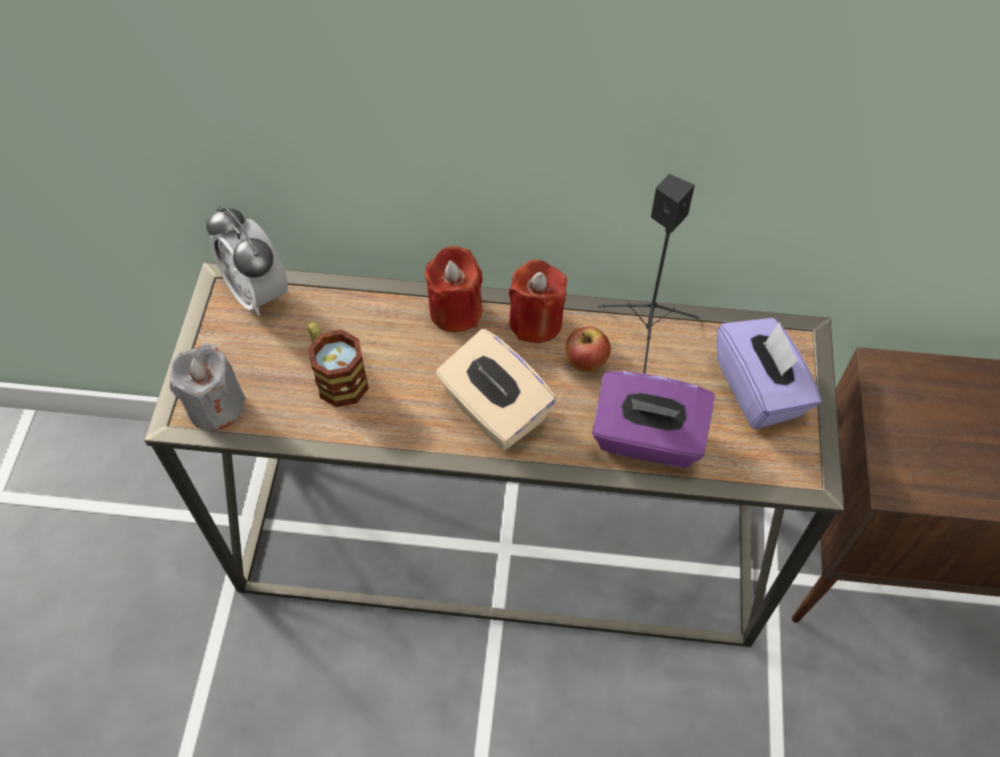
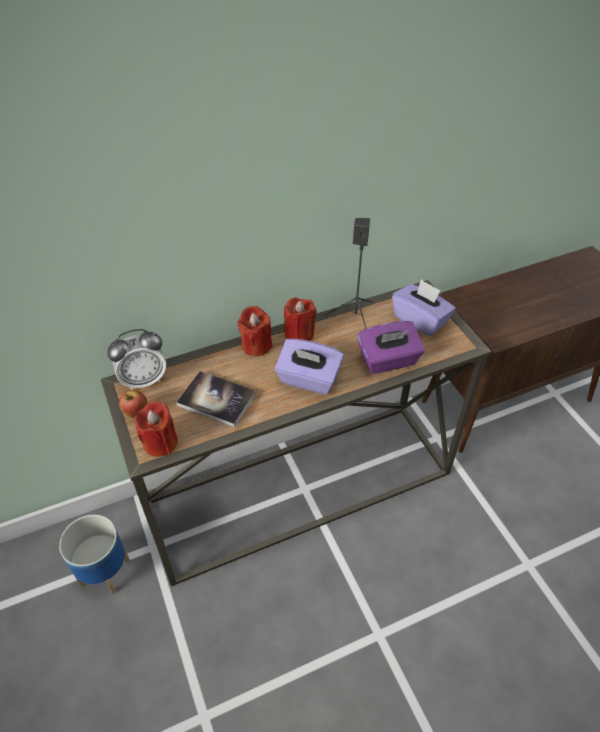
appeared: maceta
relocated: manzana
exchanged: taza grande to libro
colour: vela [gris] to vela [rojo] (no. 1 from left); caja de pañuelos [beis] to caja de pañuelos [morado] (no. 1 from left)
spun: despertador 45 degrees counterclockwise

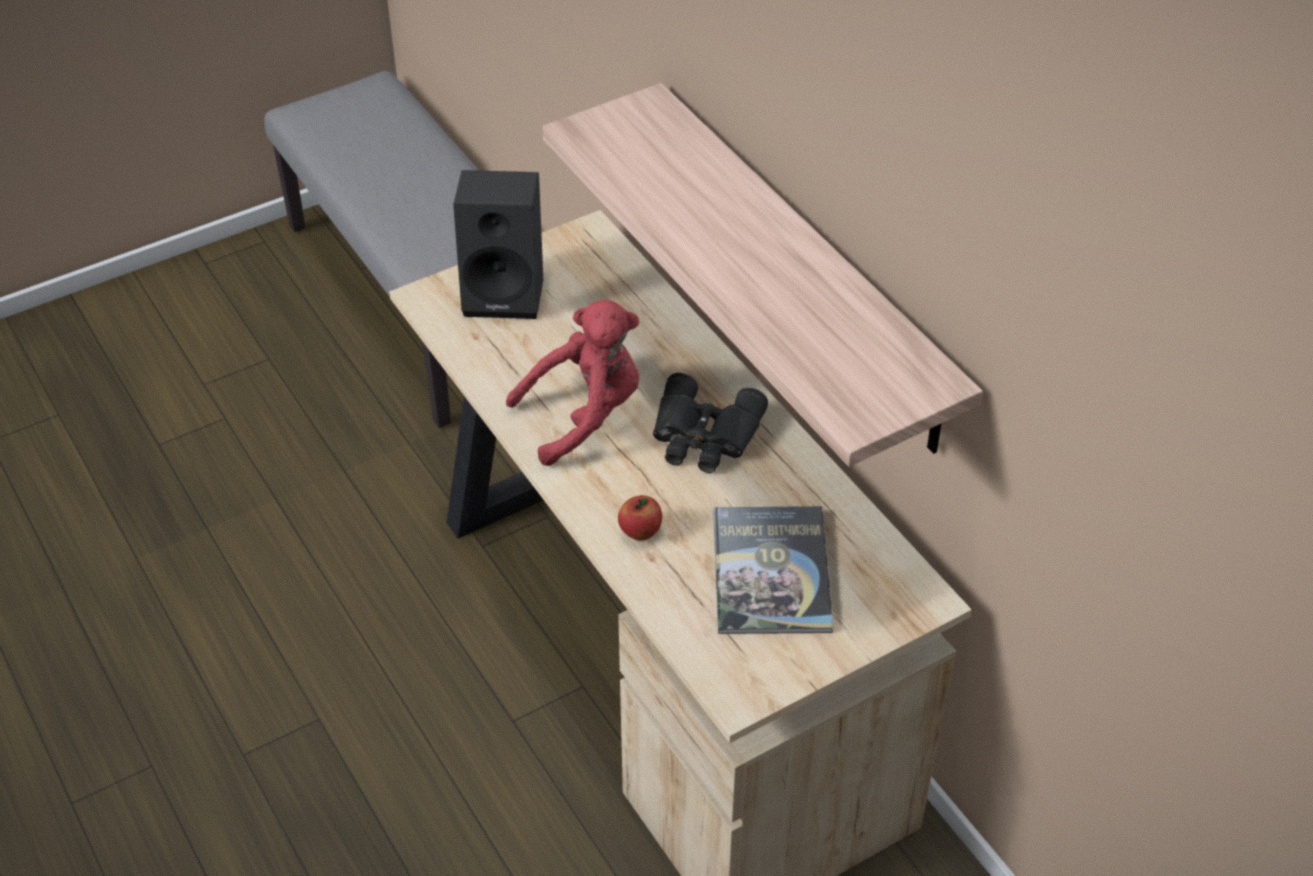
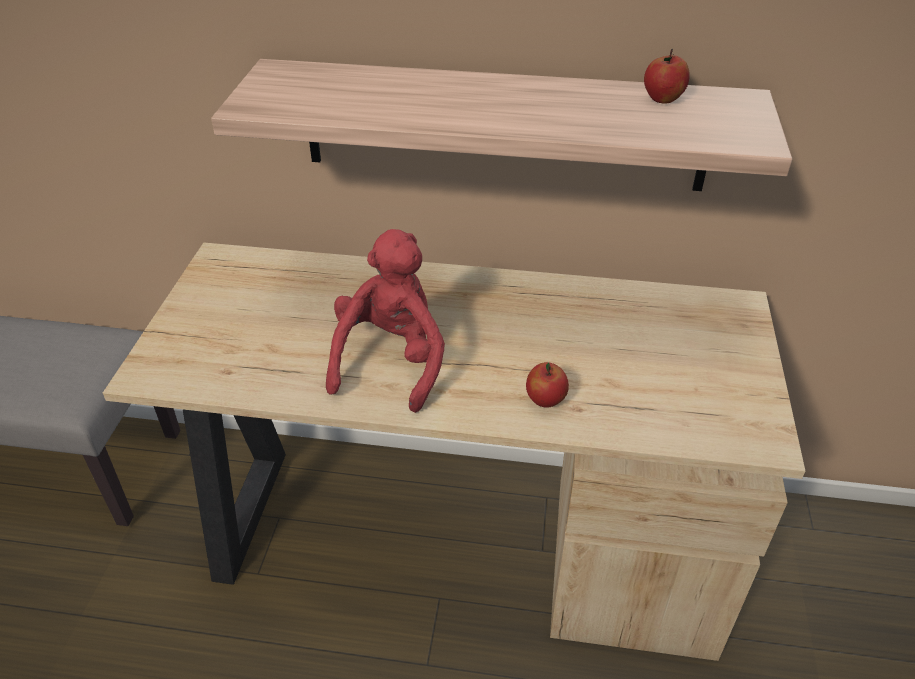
missing: altavoz [negro]; prismáticos [negro]; libro
appeared: manzana (no. 2 from left)

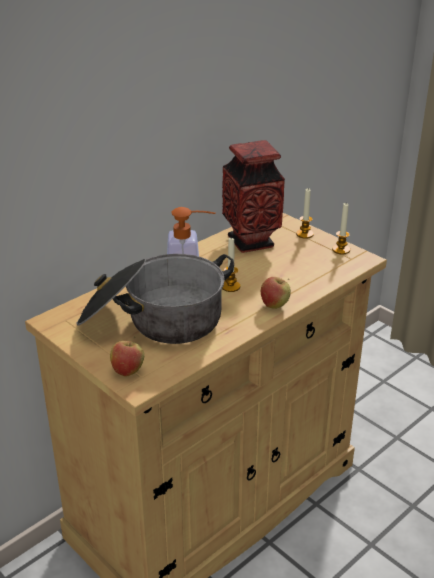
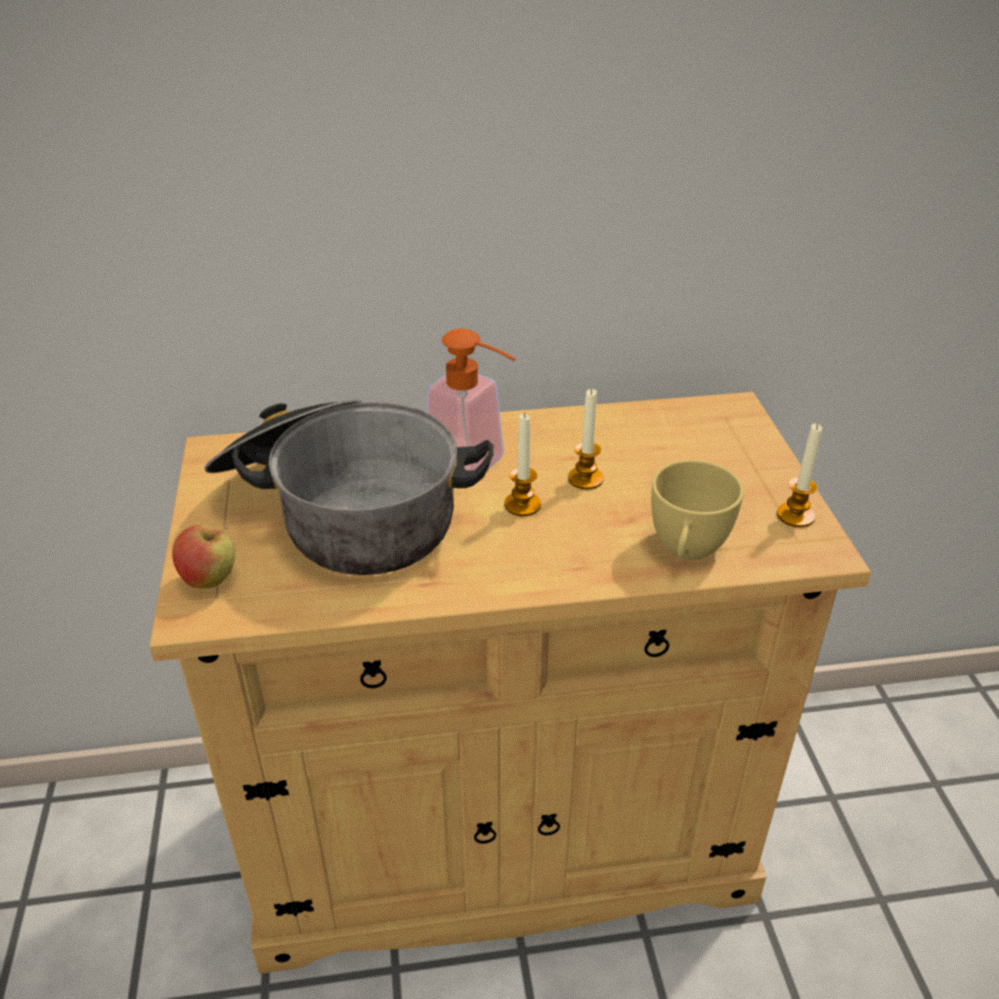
missing: florero; manzana (no. 2 from left)
appeared: taza [amarillo]
relocated: vela (no. 2 from left)

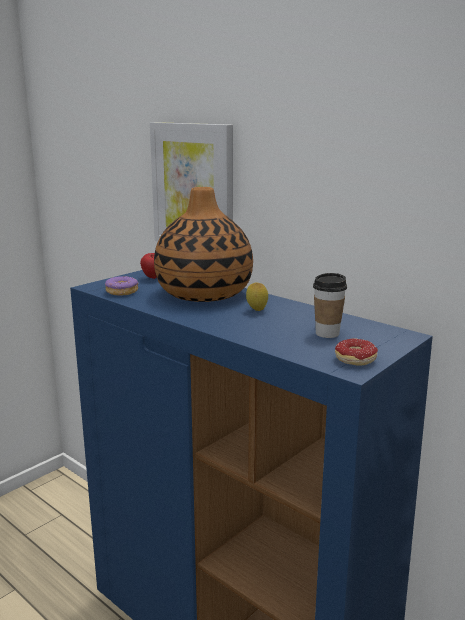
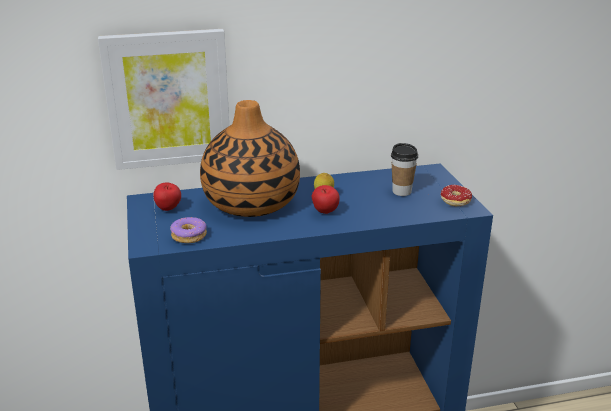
appeared: manzana (no. 2 from left)

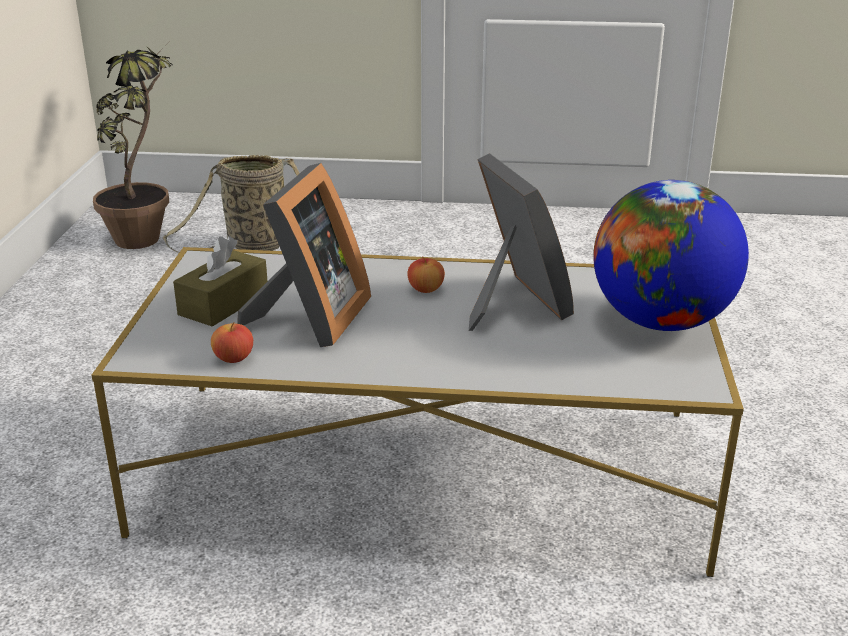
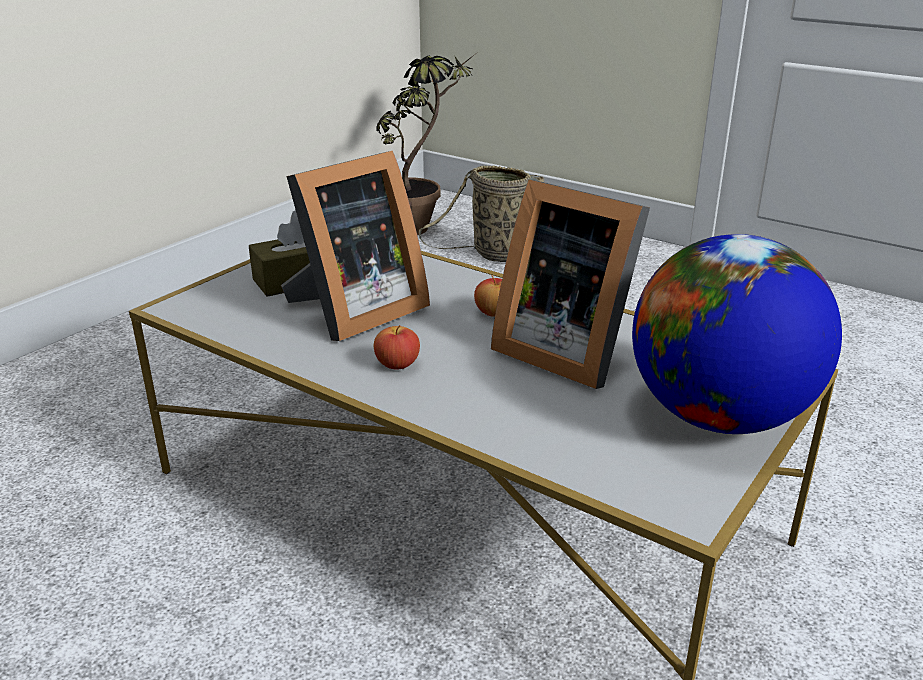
relocated: manzana (no. 1 from left)
spun: portarretratos (no. 2 from left) 120 degrees clockwise

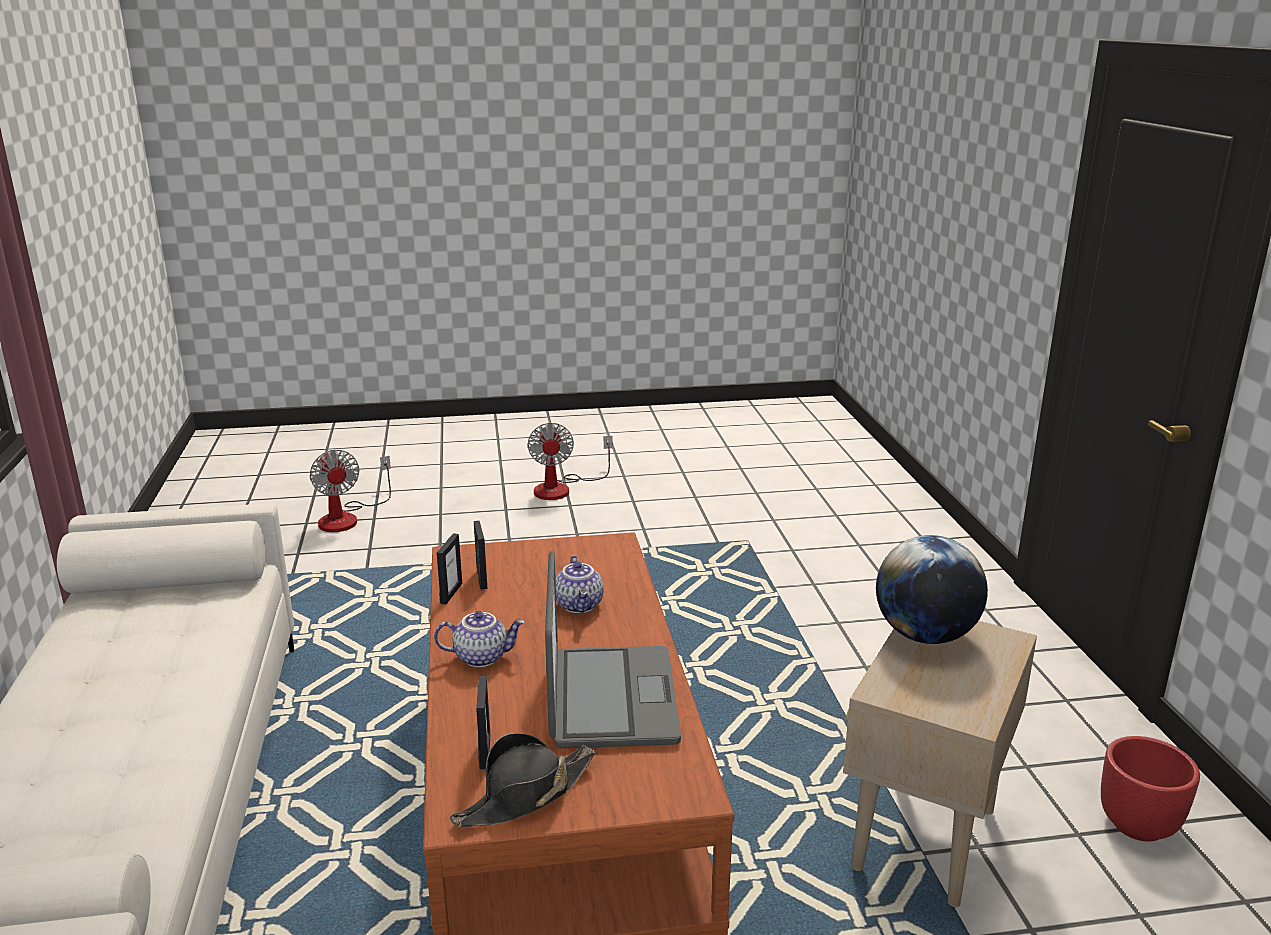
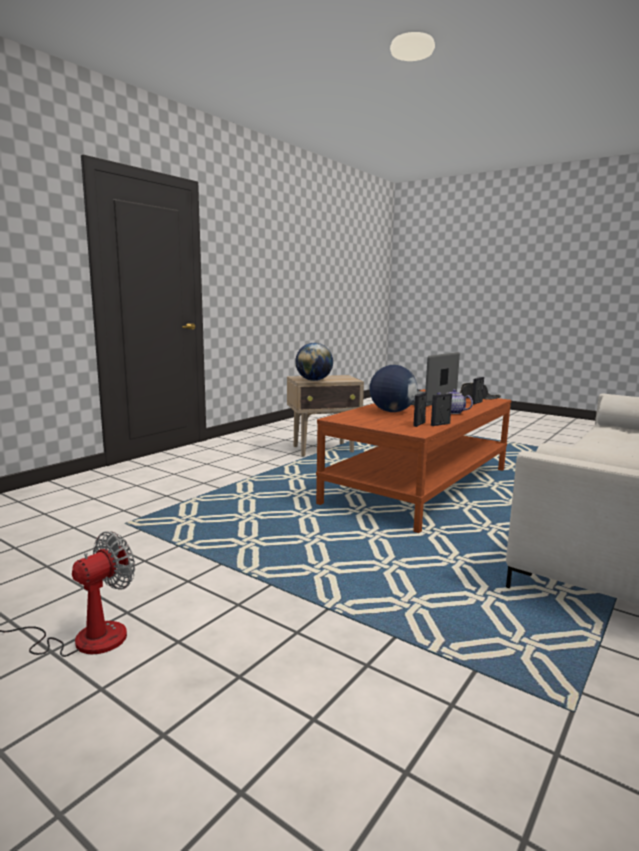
missing: ventilador (no. 1 from left); maceta [rojo]
exchanged: tetera (no. 2 from left) to globo terráqueo (no. 2 from left)

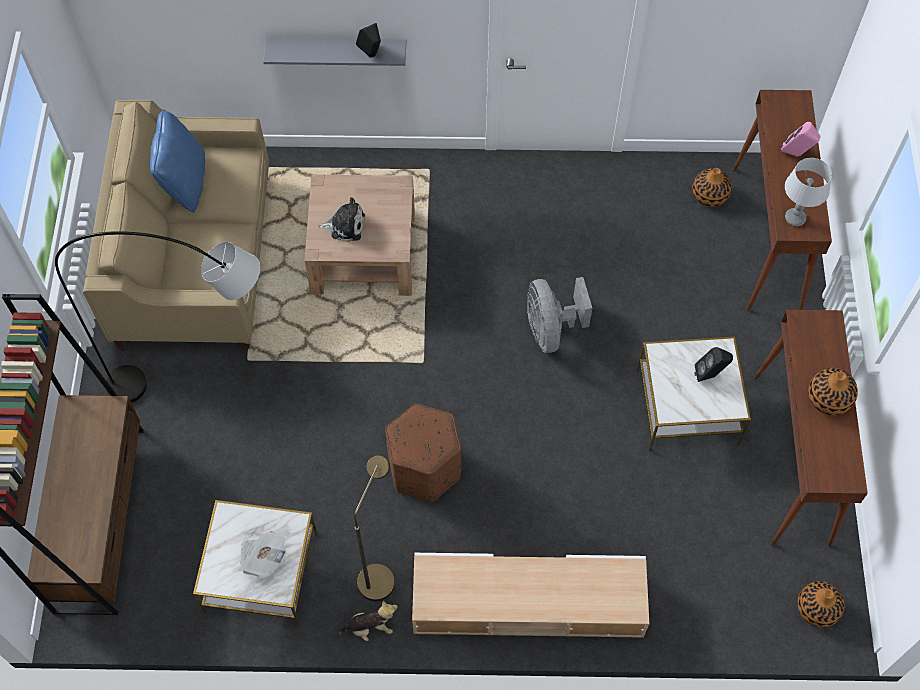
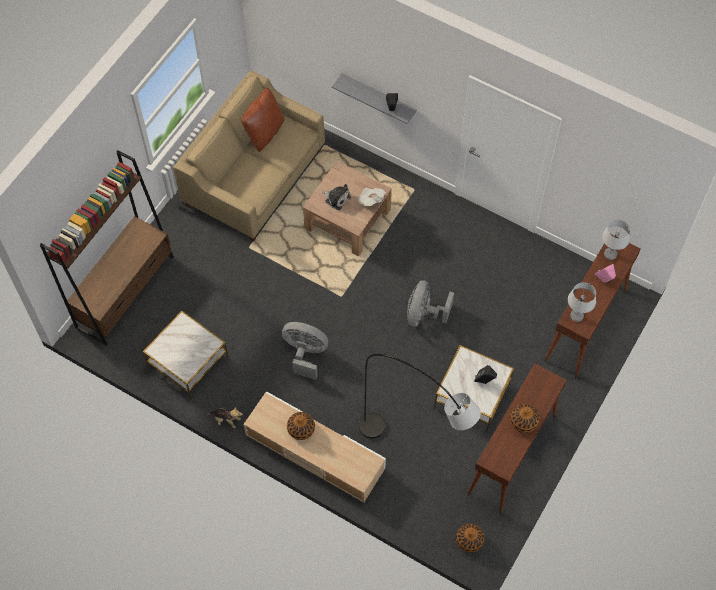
missing: lámpara de pie [marrón]
appeared: lámpara de mesa [gris] (no. 2 from left)
relocated: florero (no. 1 from left); periódico; lámpara de pie [gris]
exchanged: puf [marrón] to ventilador [gris] (no. 1 from left)
colour: cojín [azul] to cojín [marrón]

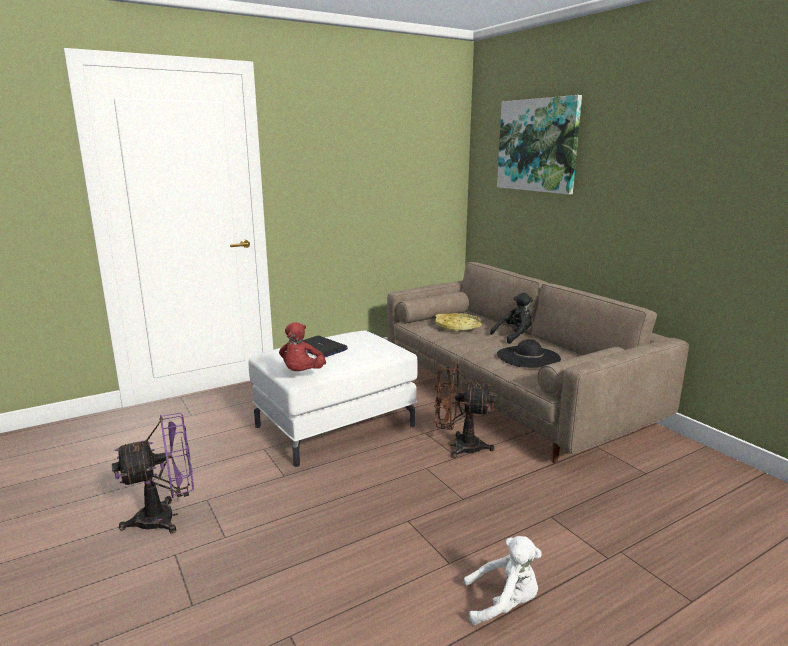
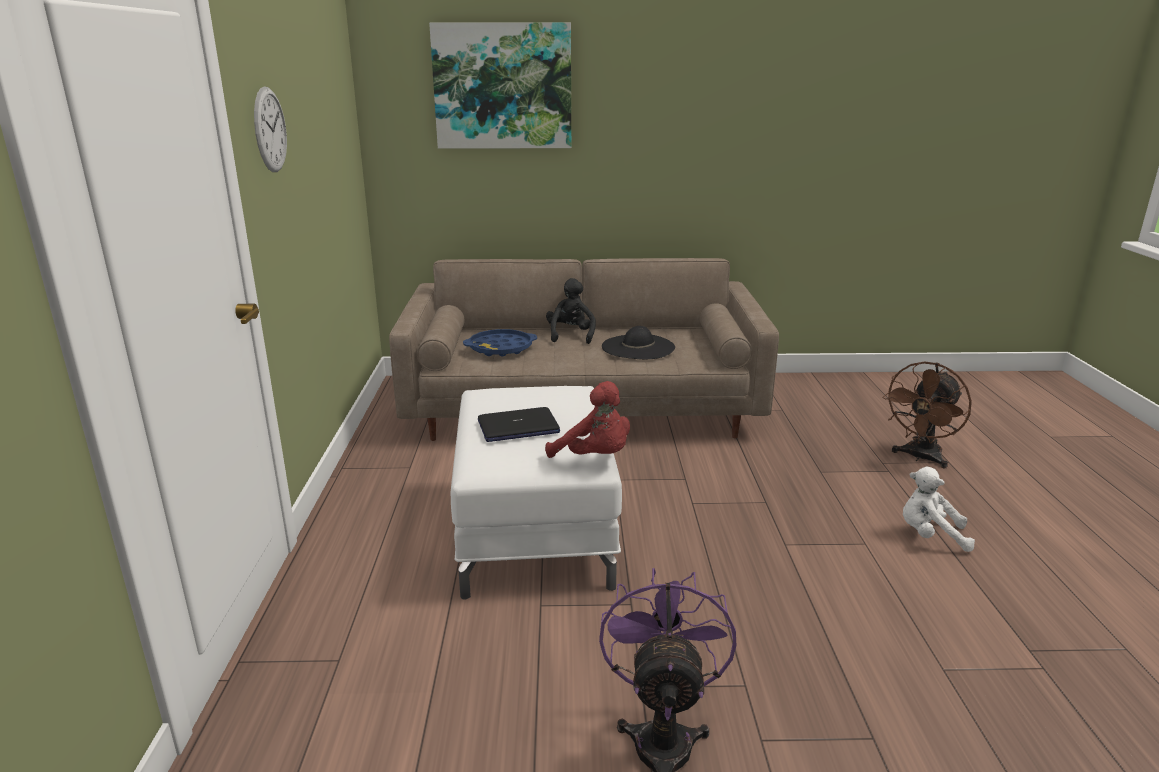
appeared: reloj de pared
relocated: ventilador [marrón]
colour: bandeja [amarillo] to bandeja [azul]
spun: peluche [blanco] 105 degrees counterclockwise

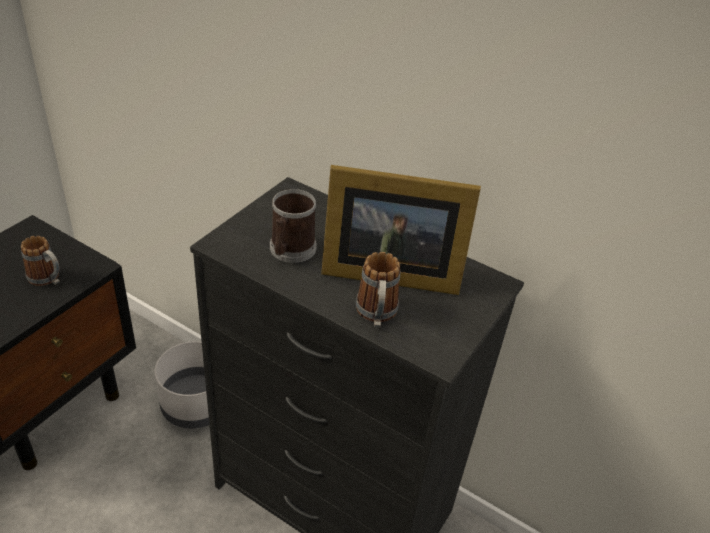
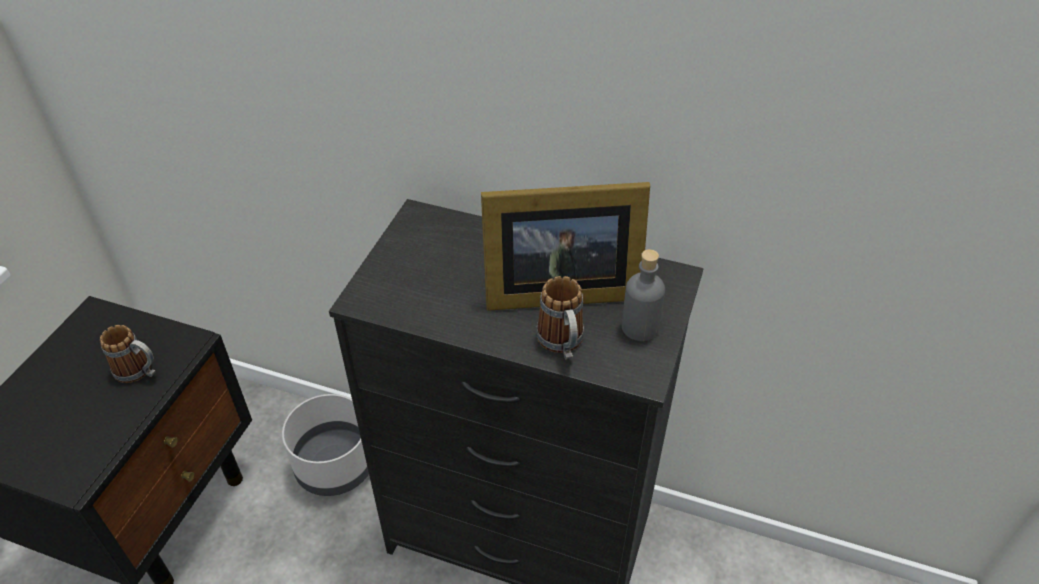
missing: taza grande (no. 2 from left)
appeared: botella [gris]

